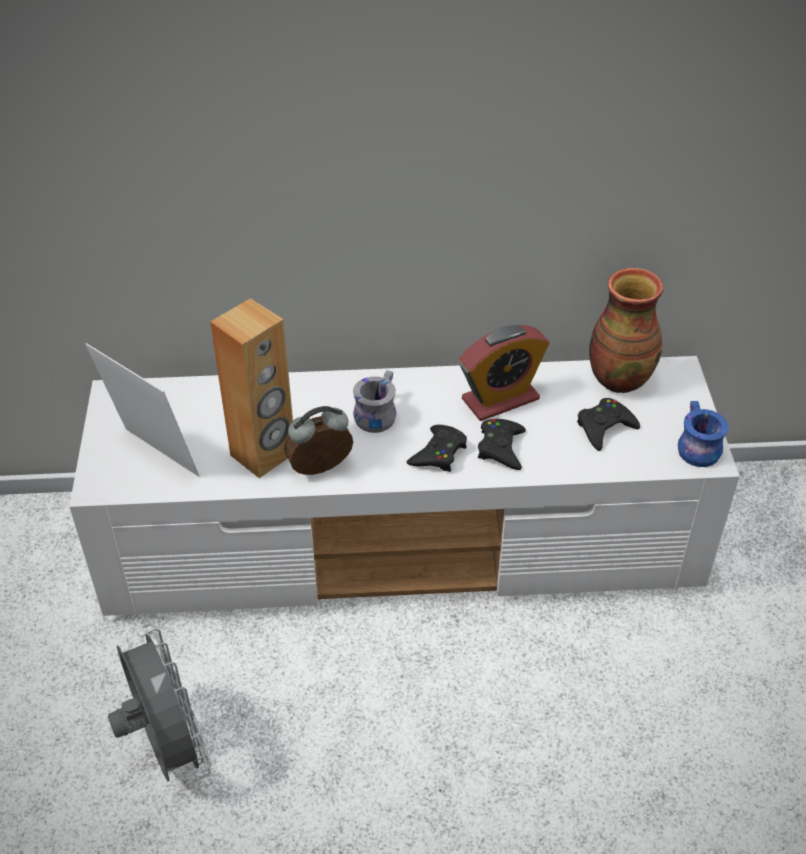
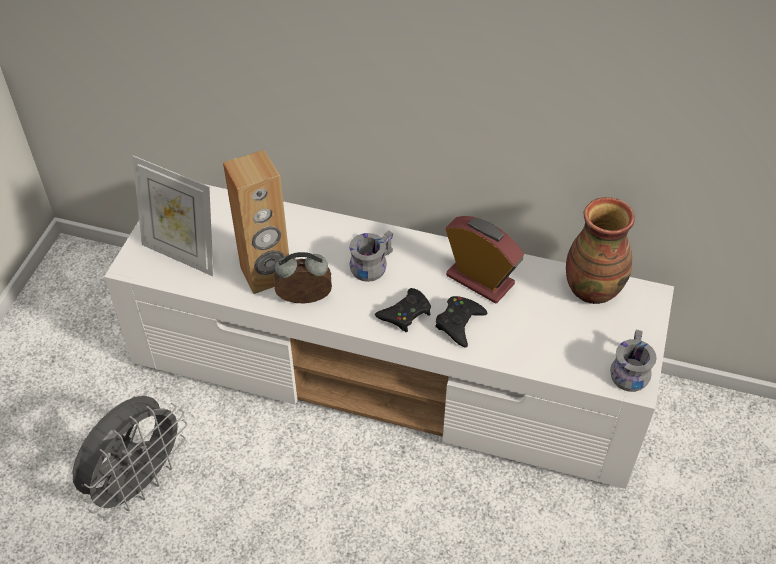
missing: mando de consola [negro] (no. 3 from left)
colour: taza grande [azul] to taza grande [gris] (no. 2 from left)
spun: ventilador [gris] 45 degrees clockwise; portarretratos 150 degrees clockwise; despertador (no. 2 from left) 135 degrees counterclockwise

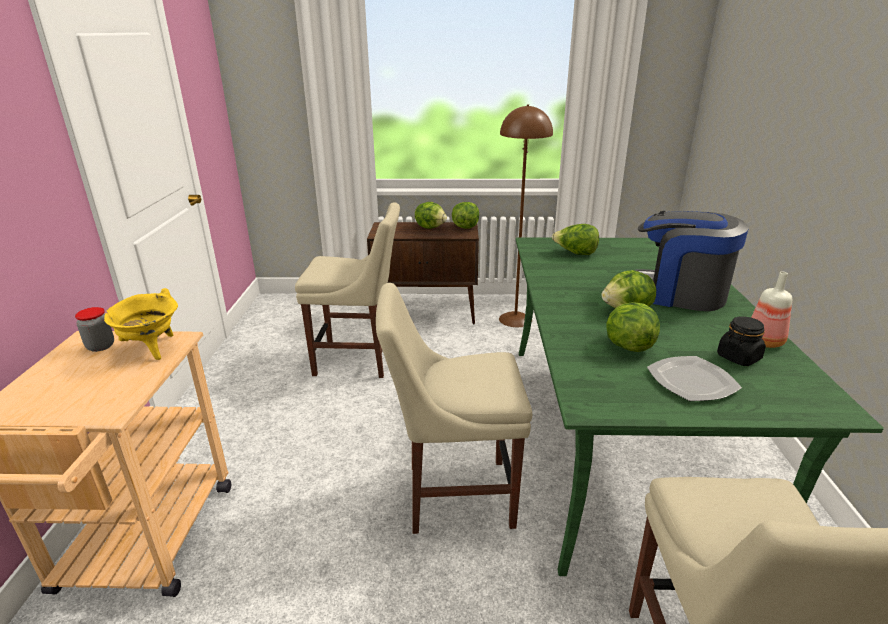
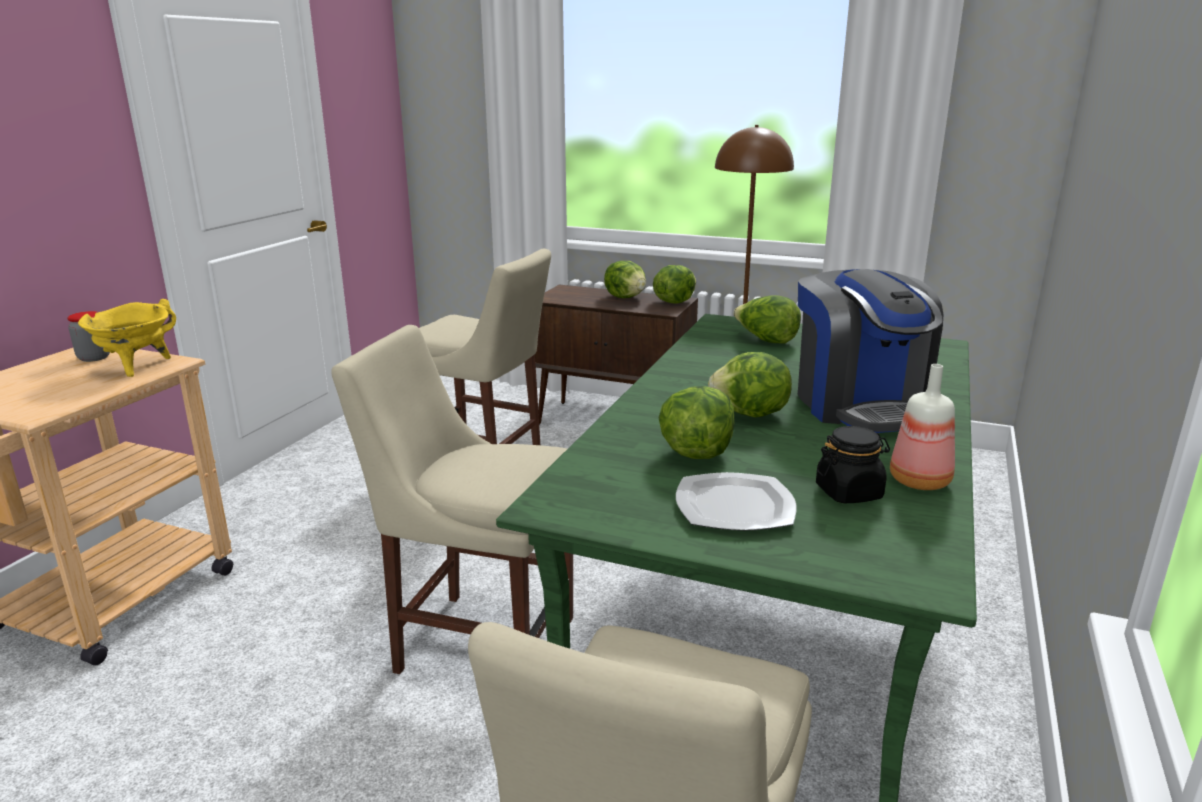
spun: cafetera 150 degrees counterclockwise

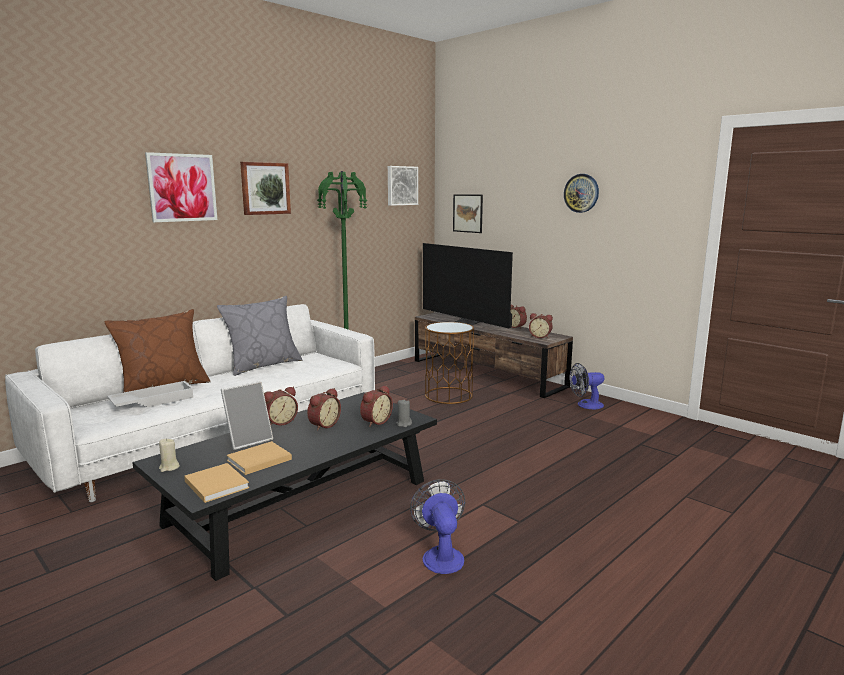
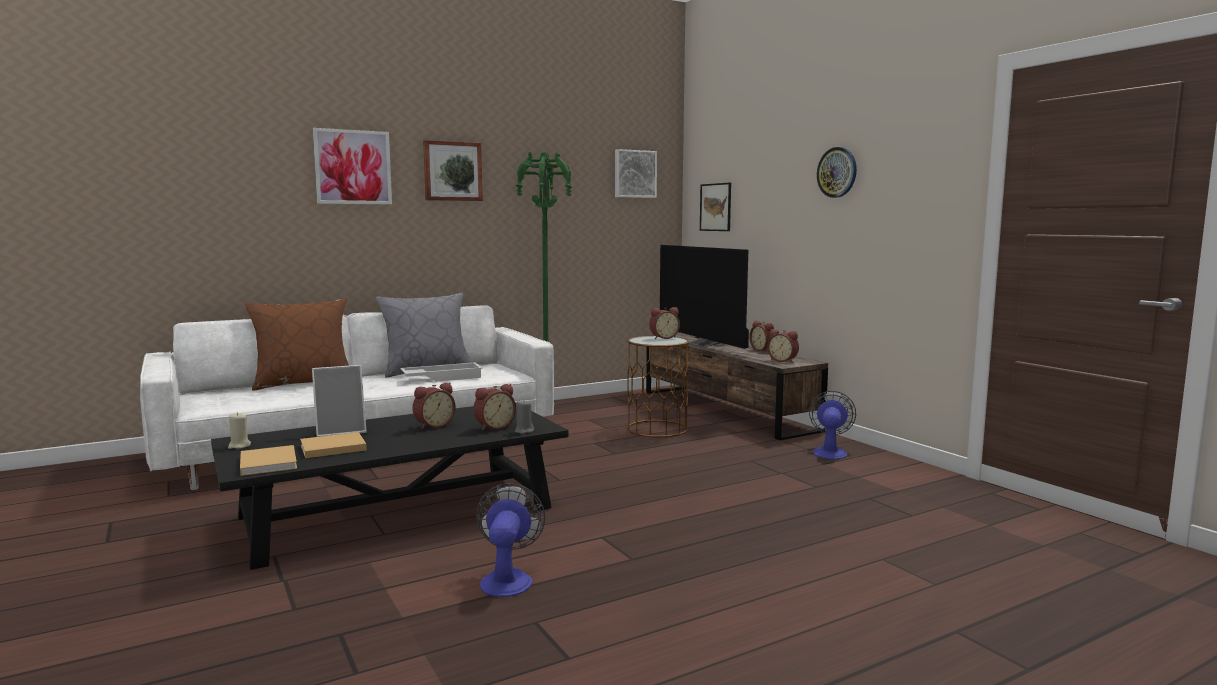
relocated: bandeja [blanco]; despertador (no. 1 from left in the first image) to despertador (no. 3 from left)
spun: ventilador (no. 2 from left) 105 degrees clockwise

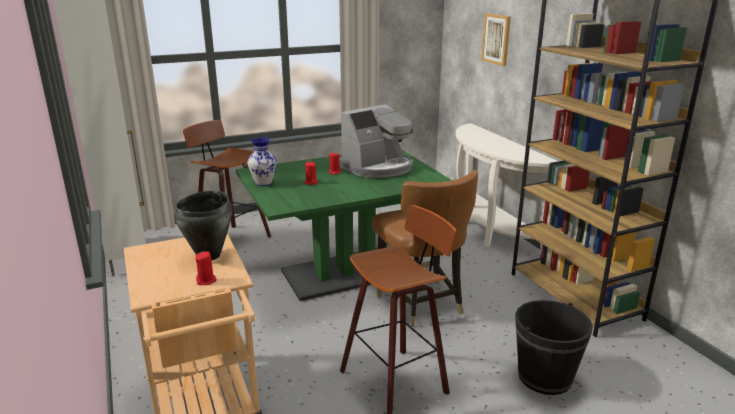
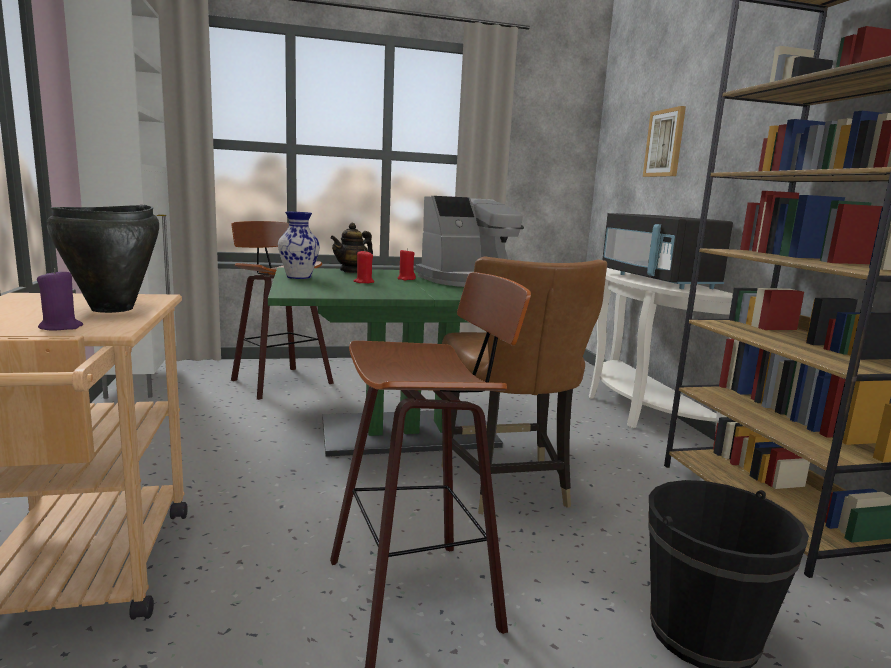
appeared: tetera; microondas [negro]
colour: vela [rojo] (no. 1 from left) to vela [morado]

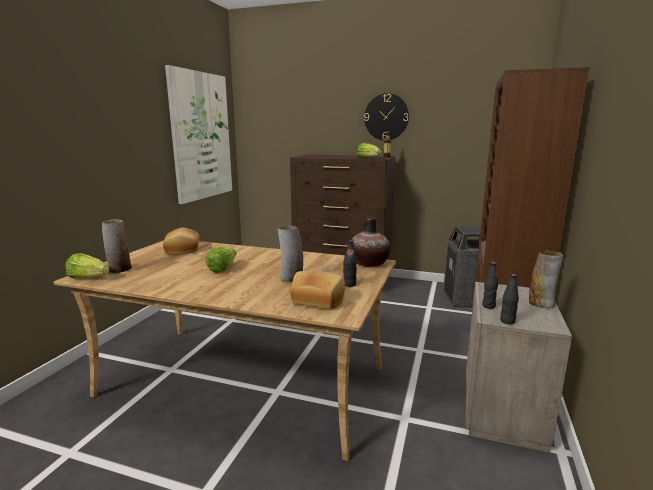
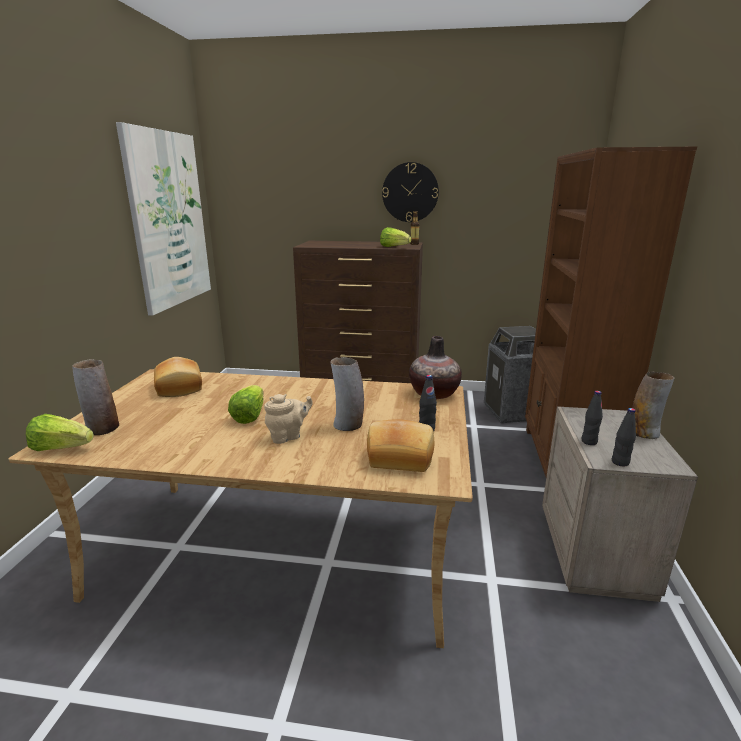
appeared: tetera [beis]

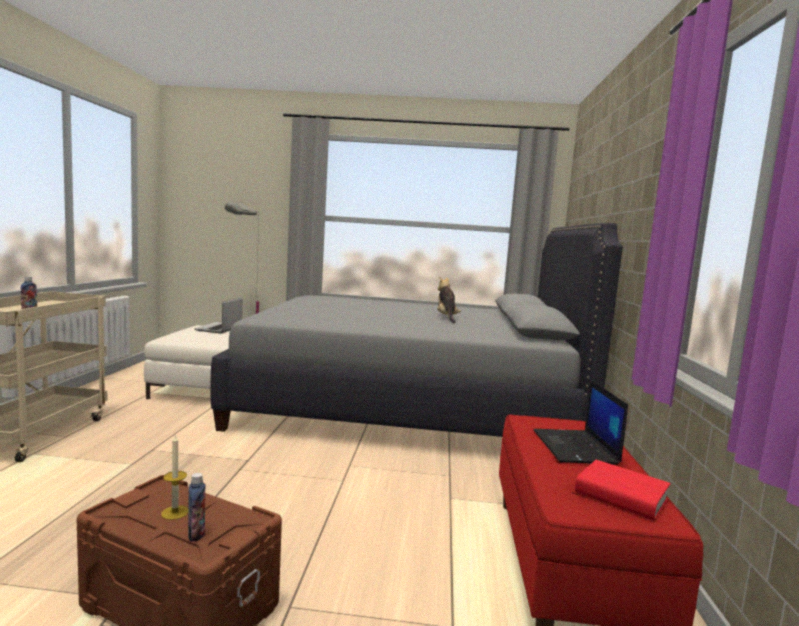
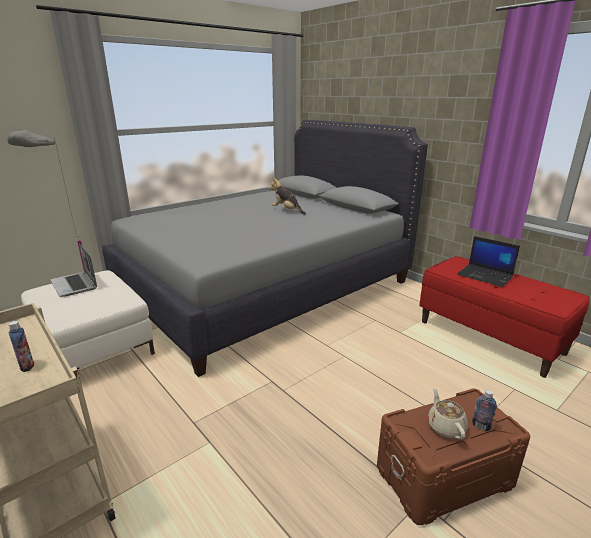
missing: libro [rojo]
exchanged: vela to tetera [beis]

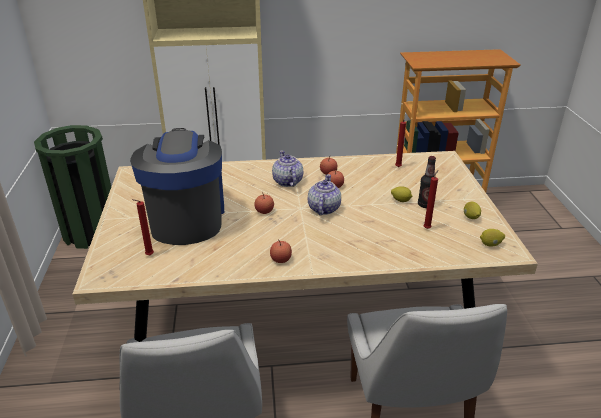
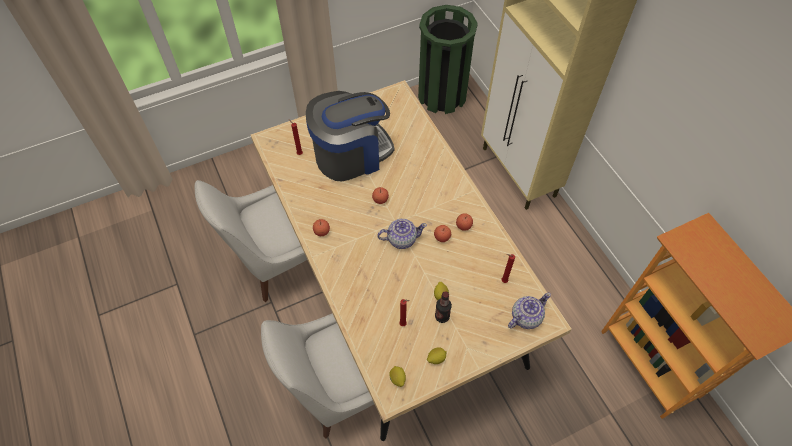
relocated: tetera (no. 1 from left in the first image) to tetera (no. 2 from left)

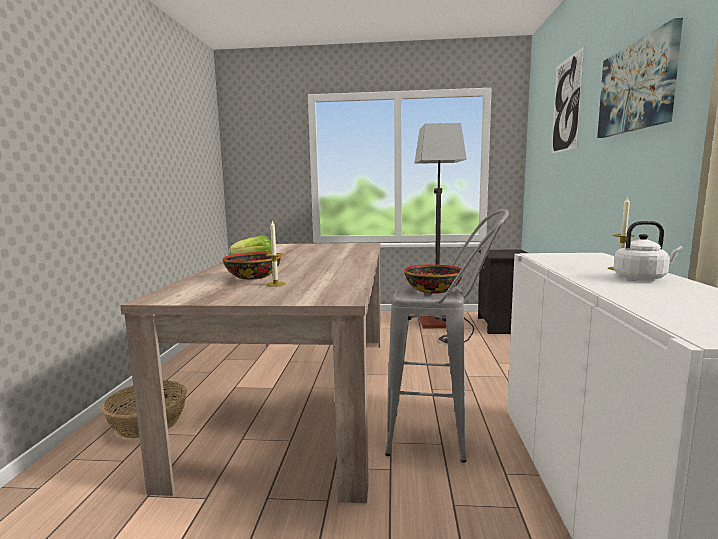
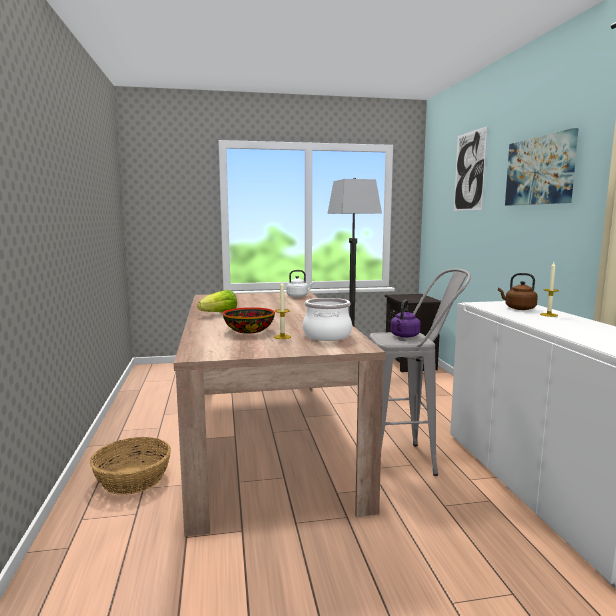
appeared: olla; hervidor [marrón]
relocated: hervidor [blanco]
exchanged: cuenco (no. 2 from left) to hervidor [morado]

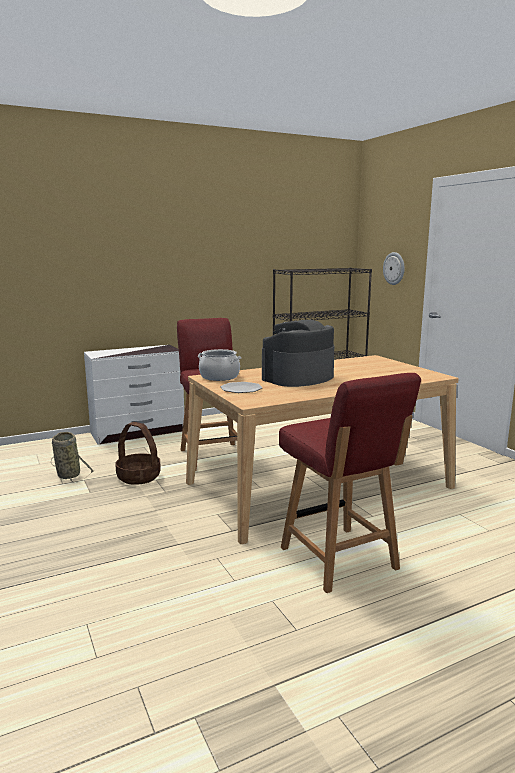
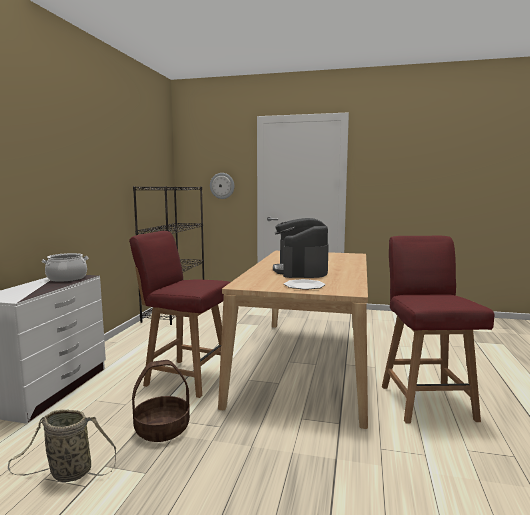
relocated: olla
spun: silla [rojo] (no. 2 from left) 105 degrees counterclockwise

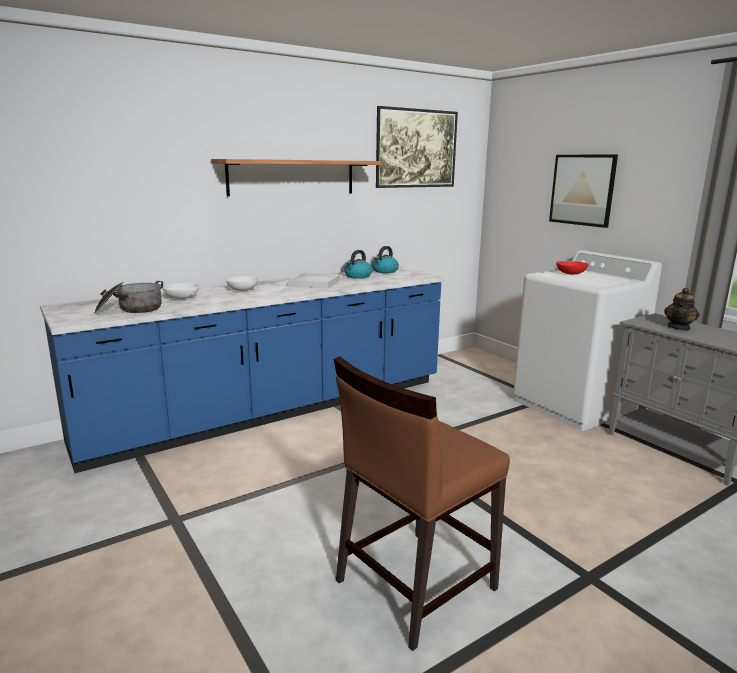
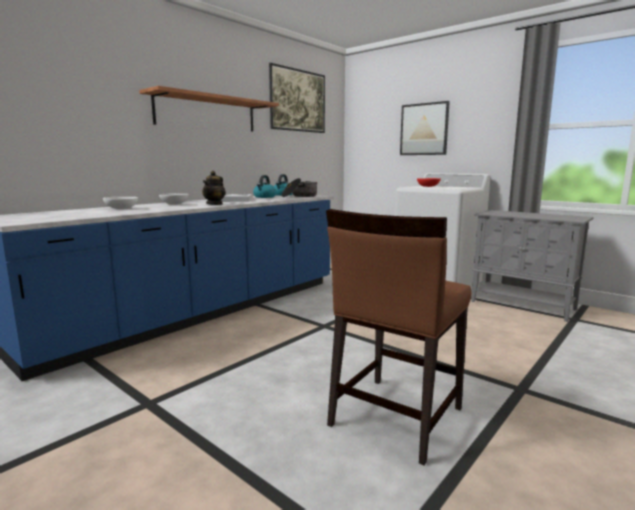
relocated: tetera; olla

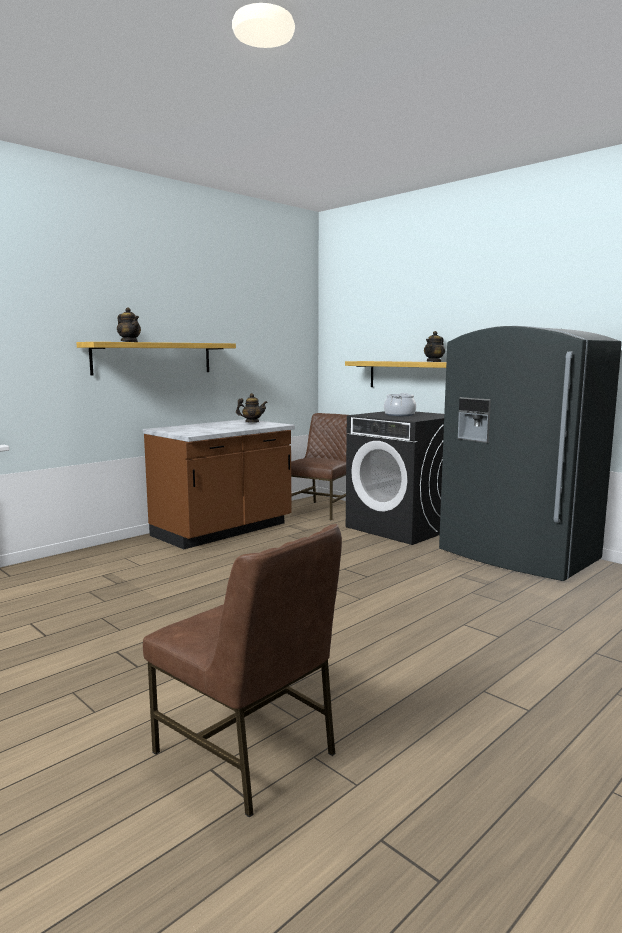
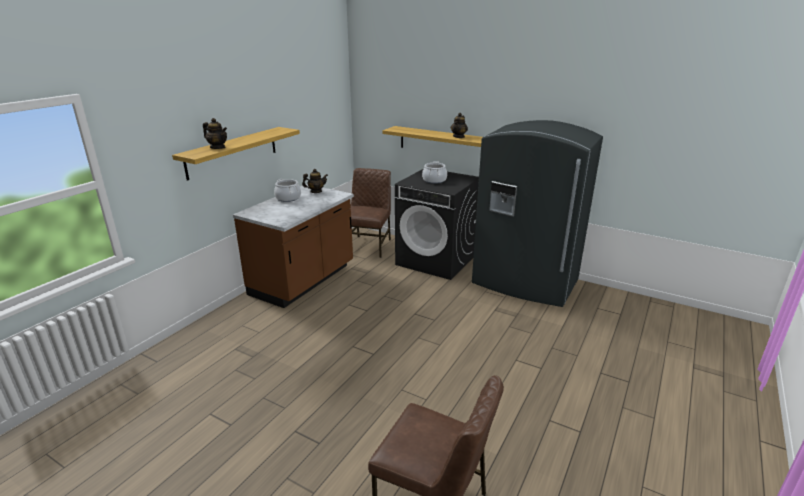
appeared: olla (no. 1 from left)

